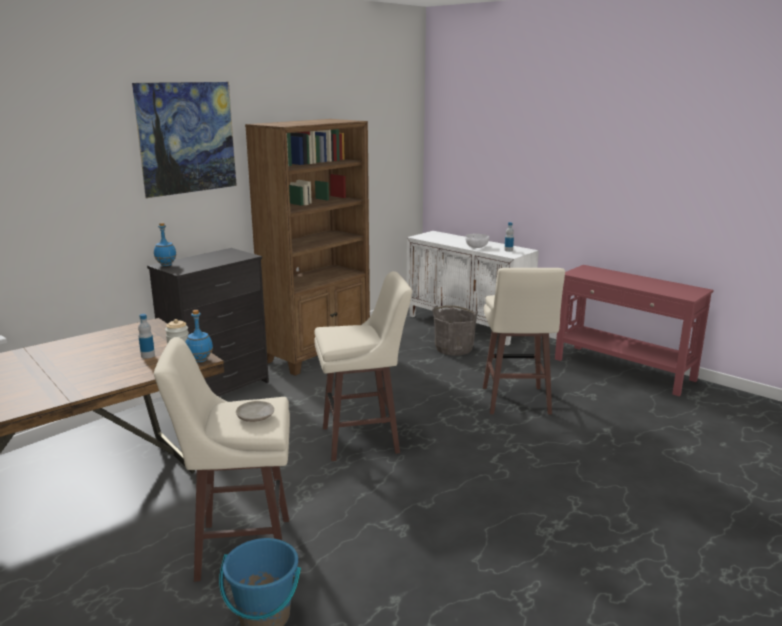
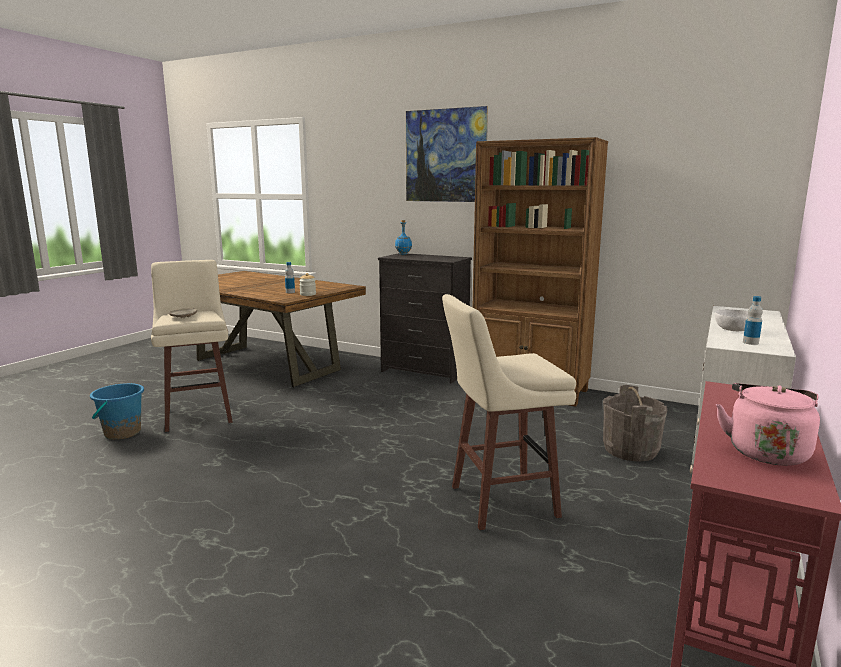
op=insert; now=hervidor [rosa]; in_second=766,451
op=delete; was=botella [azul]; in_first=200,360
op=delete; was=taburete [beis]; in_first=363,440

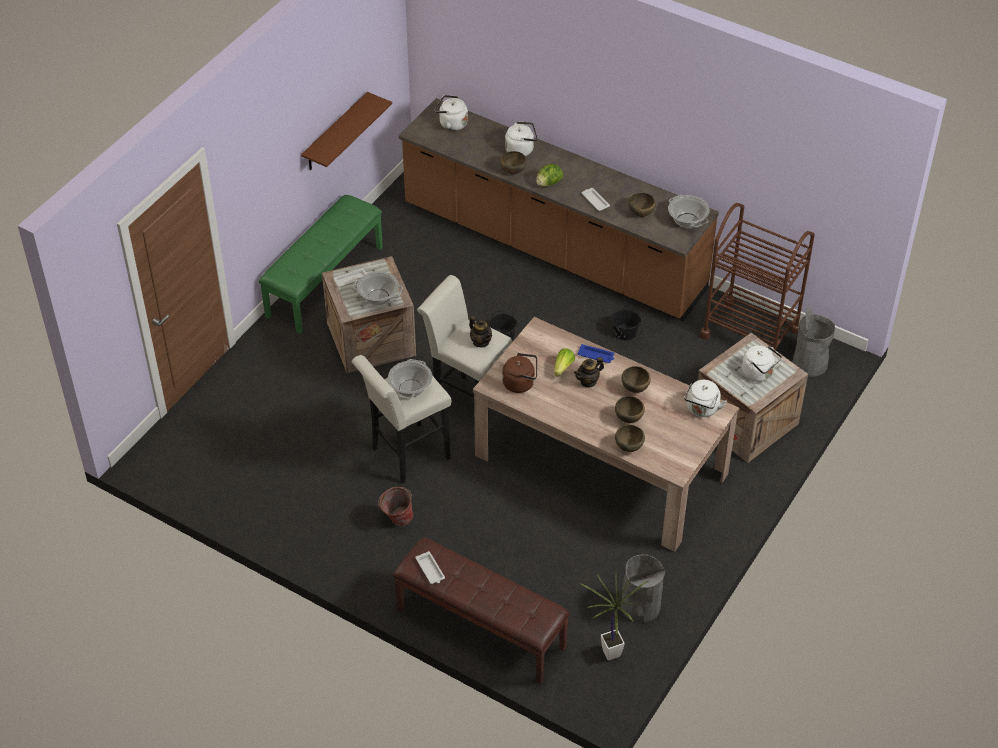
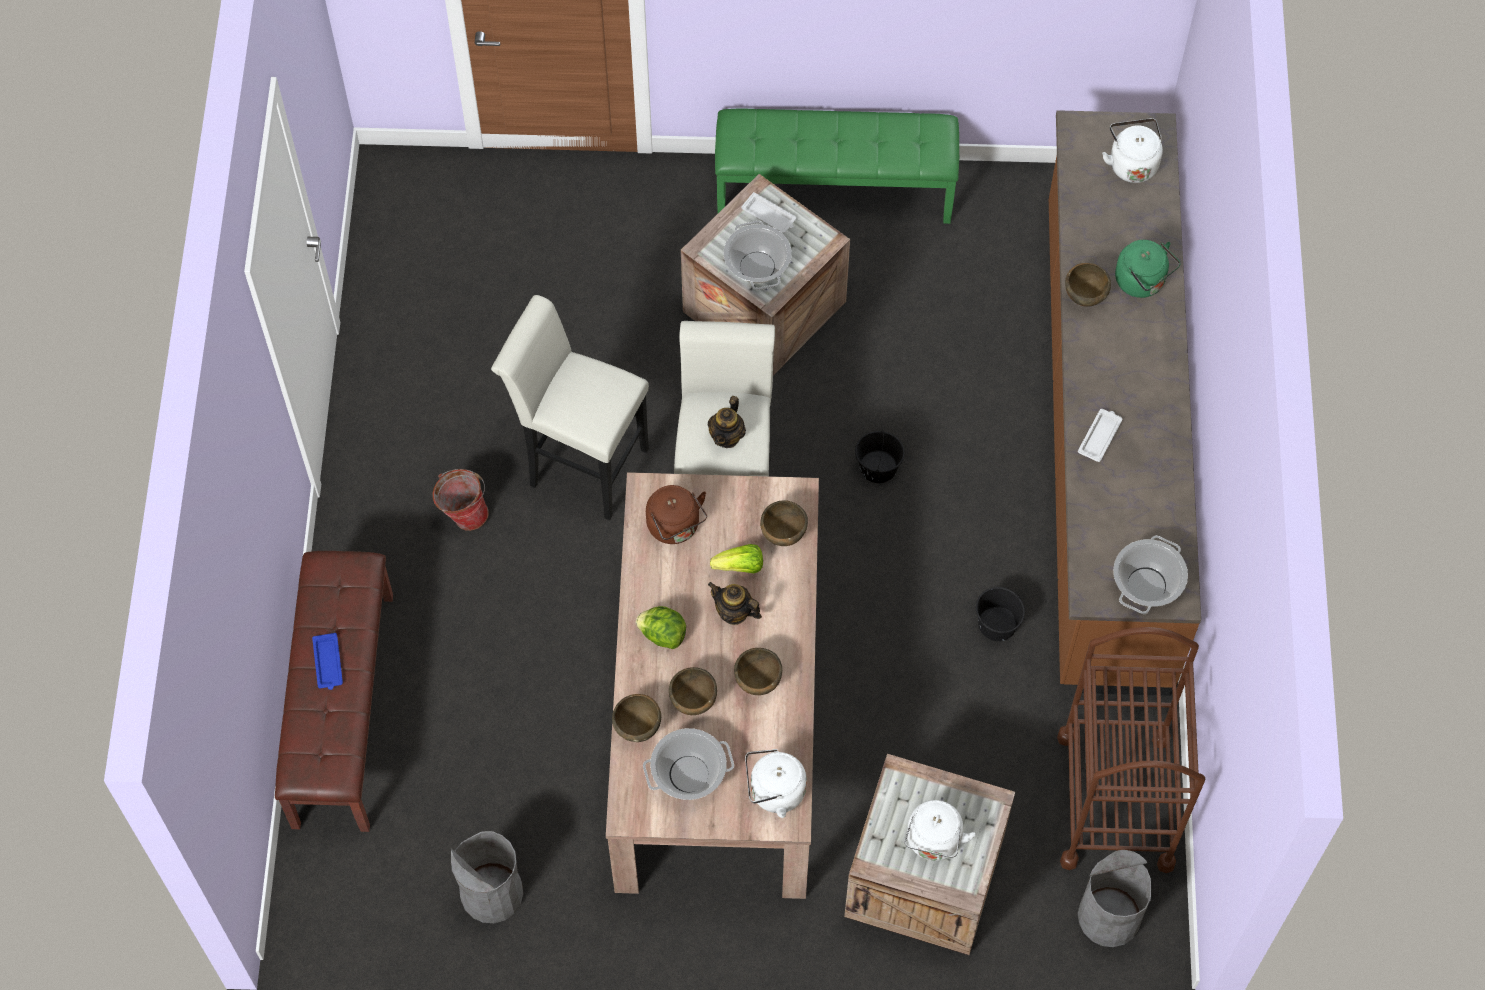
op=move; was=bandeja [azul]; in_first=596,356; in_second=328,664
op=move; was=lechuga; in_first=548,183; in_second=662,634
op=move; was=olla; in_first=410,388; in_second=688,775
op=move; was=cuenco [marrón]; in_first=641,214; in_second=783,535
op=recolor; was=hervidor [blanco]; now=hervidor [verde]; in_first=521,149; in_second=1142,282
op=delete; was=estante [marrón]; in_first=335,133
op=delete; was=bandeja [blanco]; in_first=430,570
op=delete; was=planta en maceta; in_first=610,657

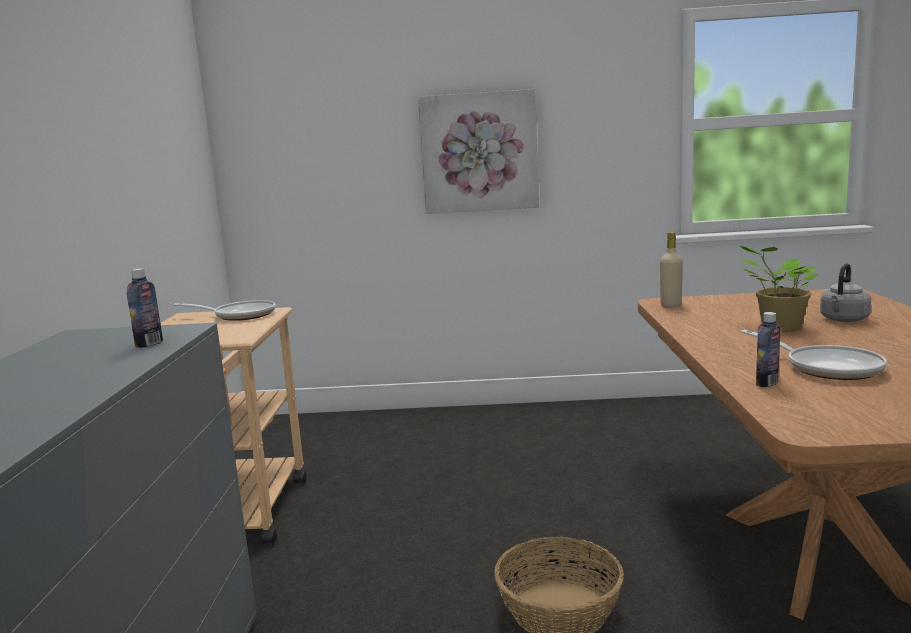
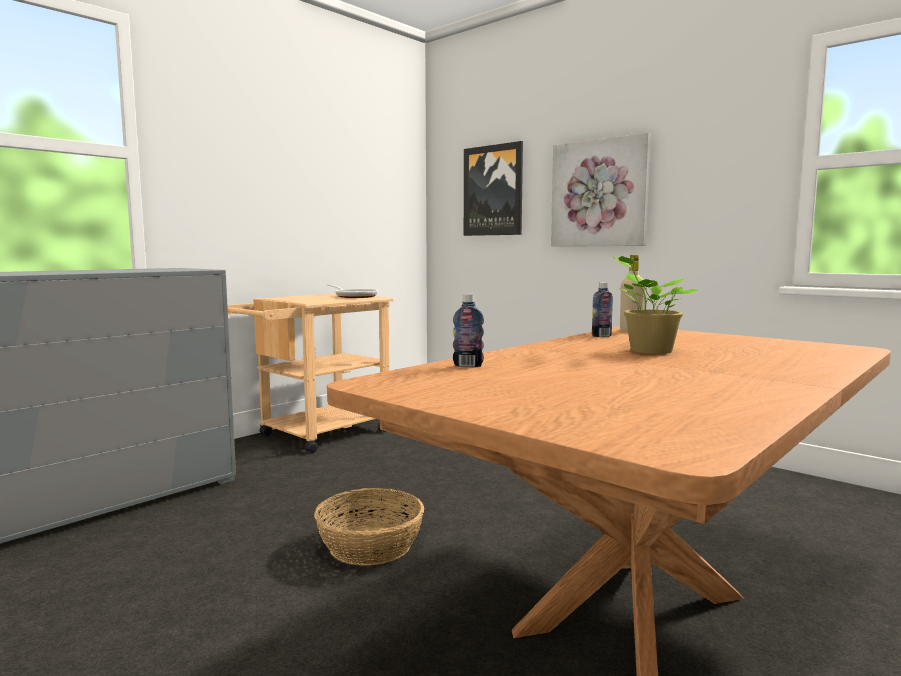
op=insert; now=cuadro; in_second=493,190
op=move; was=botella; in_first=149,344; in_second=601,336
op=delete; was=sartén; in_first=827,367
op=delete; was=hervidor [gris]; in_first=843,320

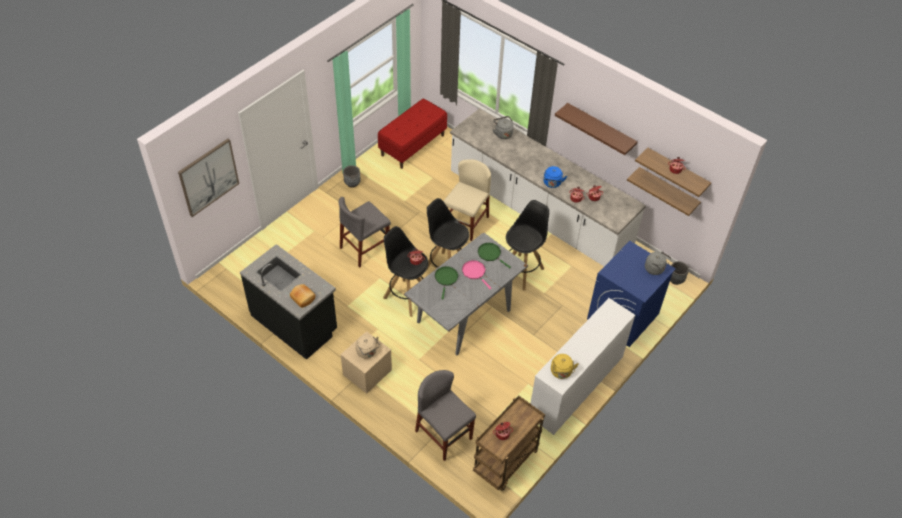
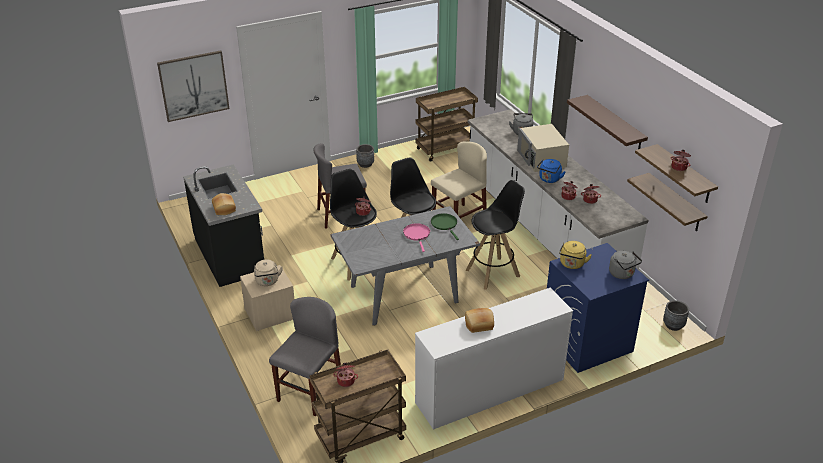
op=rotate; was=silla [gris]; in_first=443,435; in_second=310,391; clockwise=45
op=replace; was=banco [rojo]; now=carrito [marrón]; in_first=412,145; in_second=445,149
op=insert; now=pan; in_second=479,325
op=insert; now=microondas [beis]; in_second=541,158
op=move; was=hervidor [amarillo]; in_first=561,372; in_second=572,264
op=delete; was=sartén [verde]; in_first=446,278

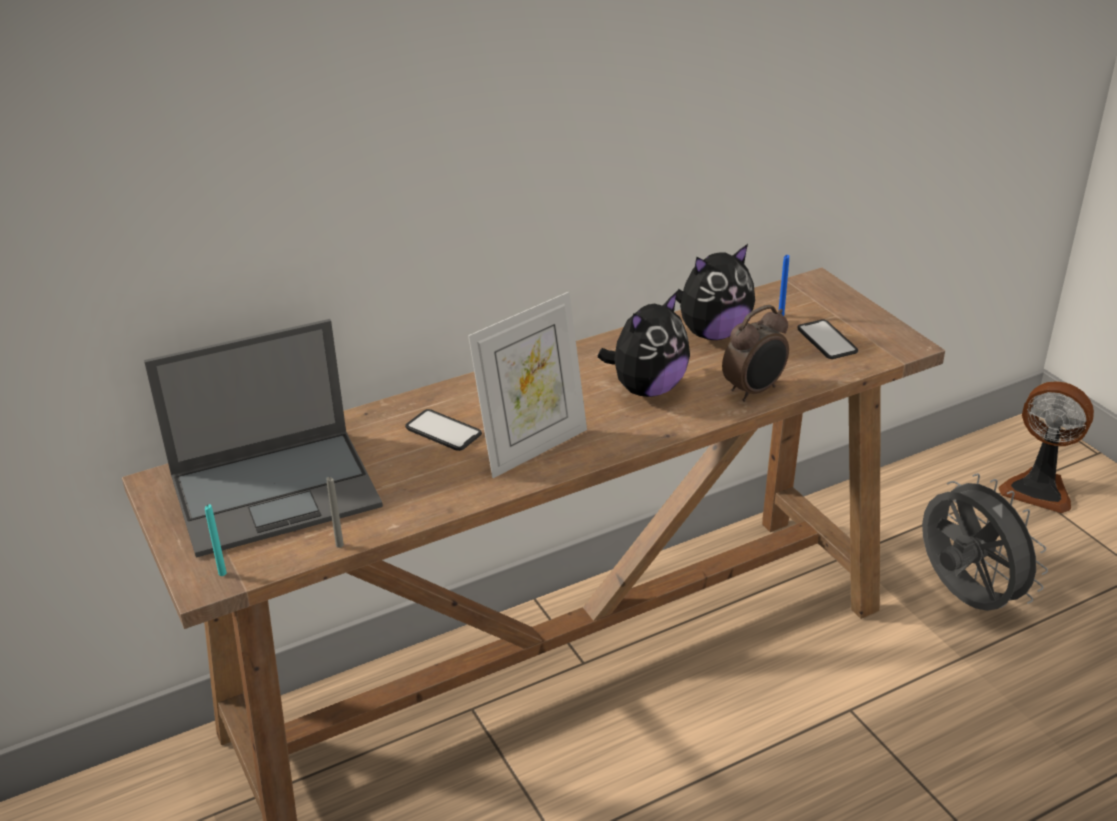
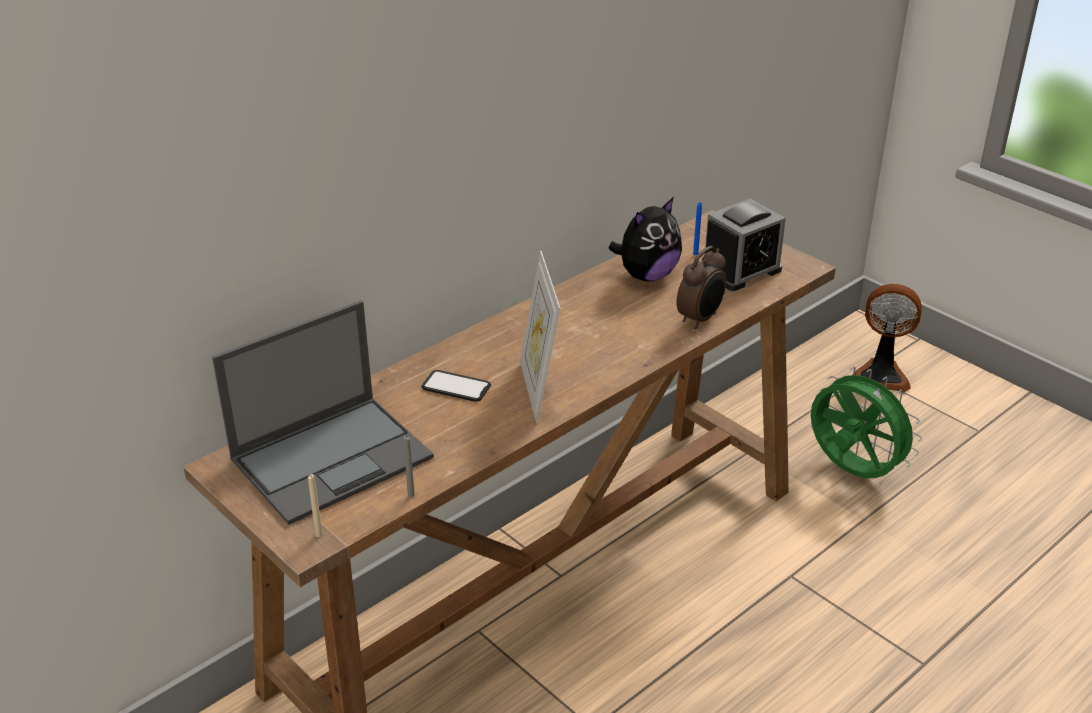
op=recolor; was=vela [turquesa]; now=vela [beis]; in_first=222,573; in_second=319,534
op=rotate; was=portarretratos; in_first=532,447; in_second=539,390; clockwise=135
op=replace; was=móvil; now=despertador; in_first=827,340; in_second=741,270
op=recolor; was=ventilador [gris]; now=ventilador [verde]; in_first=964,598; in_second=851,472
op=delete; was=peluche; in_first=647,388

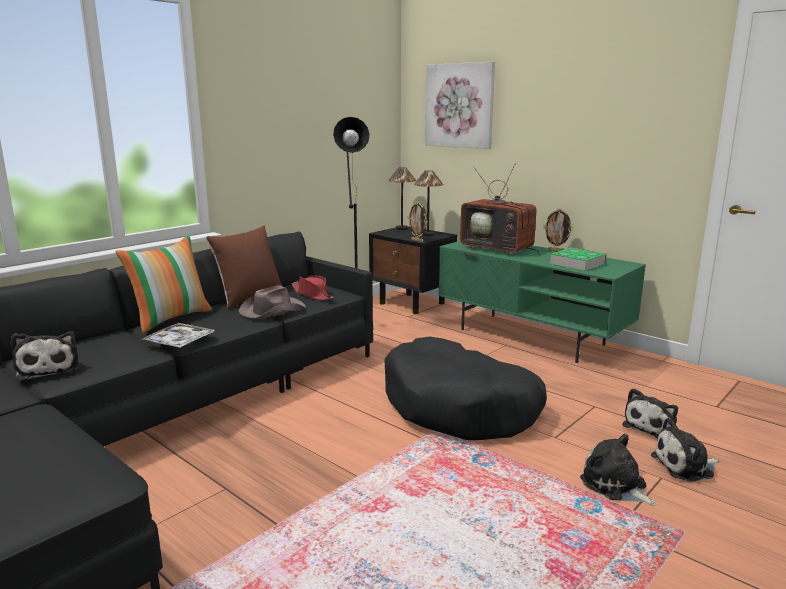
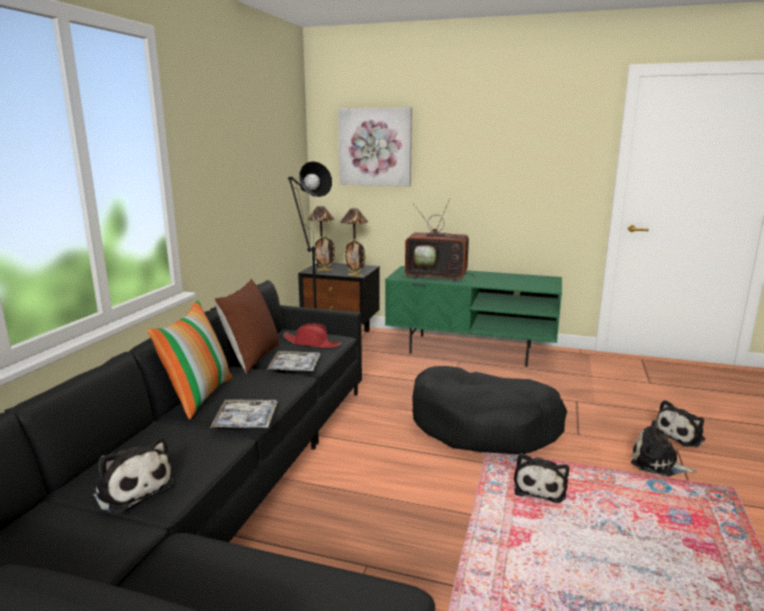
op=replace; was=sombrero [marrón]; now=bandeja; in_first=271,310; in_second=294,367
op=move; was=portarretratos; in_first=556,251; in_second=325,271
op=move; was=peluche; in_first=652,426; in_second=540,487
op=delete; was=libro; in_first=577,264

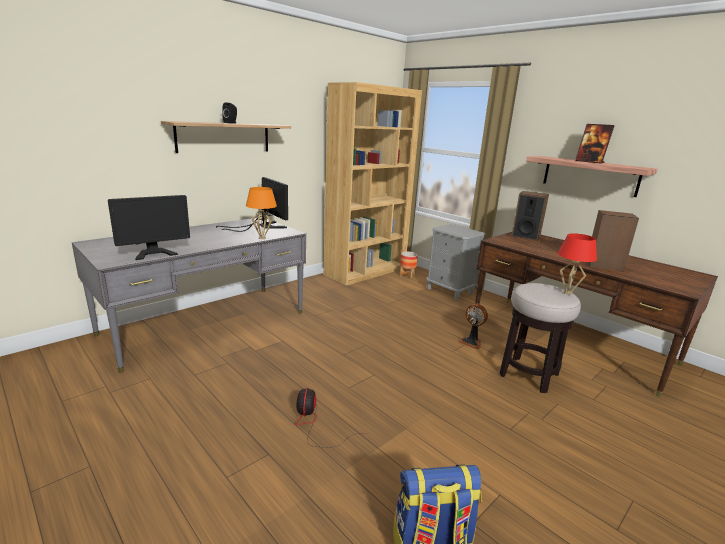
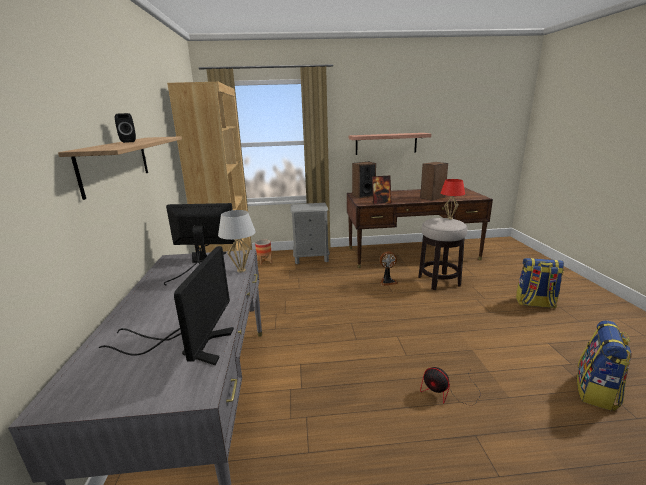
op=recolor; was=lámpara de mesa [naranja]; now=lámpara de mesa [blanco]; in_first=262,238; in_second=241,270
op=move; was=portarretratos; in_first=590,162; in_second=381,202
op=insert; now=mochila; in_second=535,303

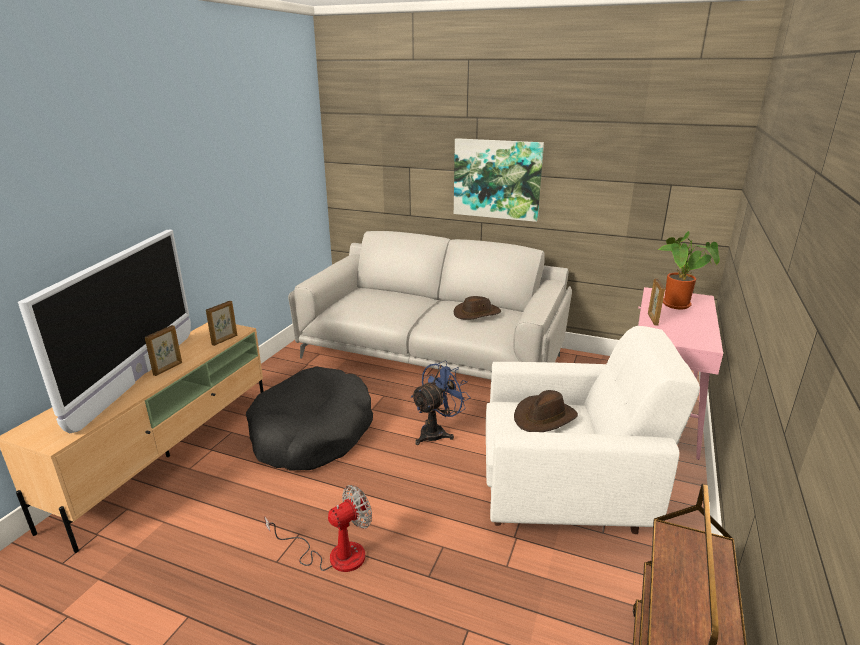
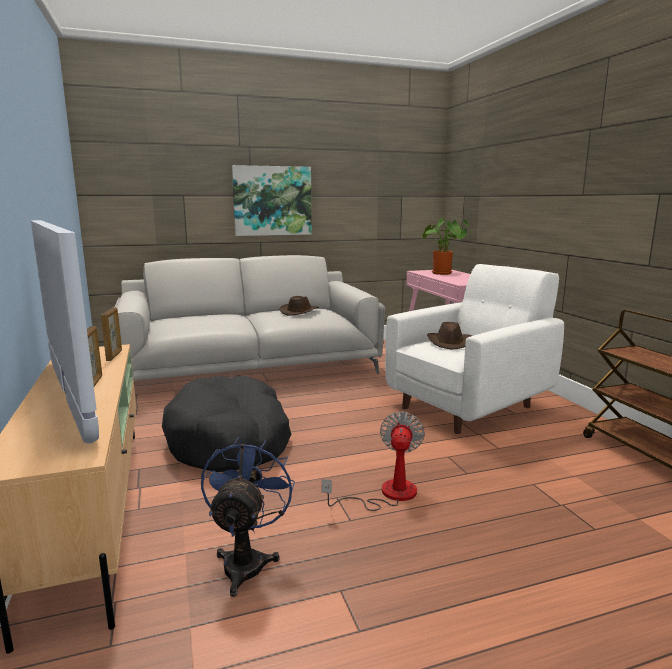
op=move; was=ventilador [azul]; in_first=437,432; in_second=246,561
op=delete; was=portarretratos; in_first=652,319

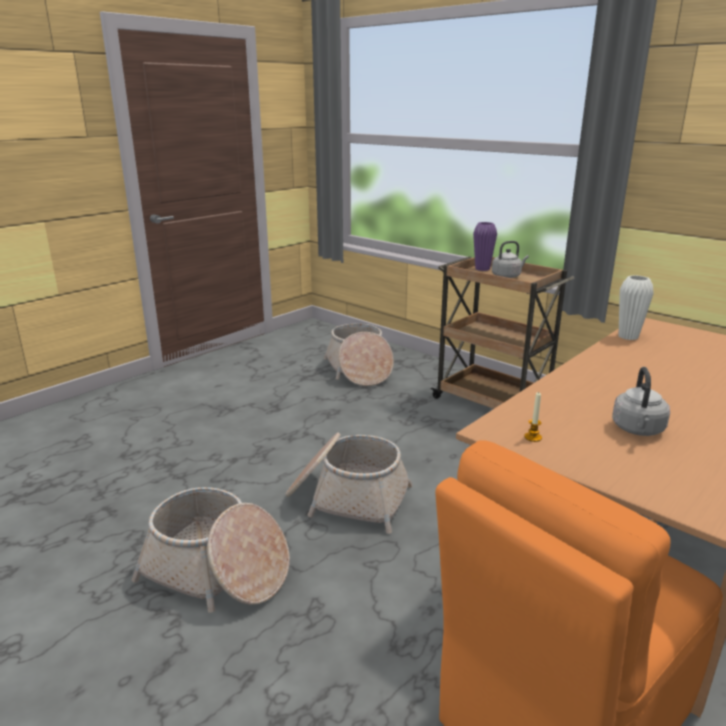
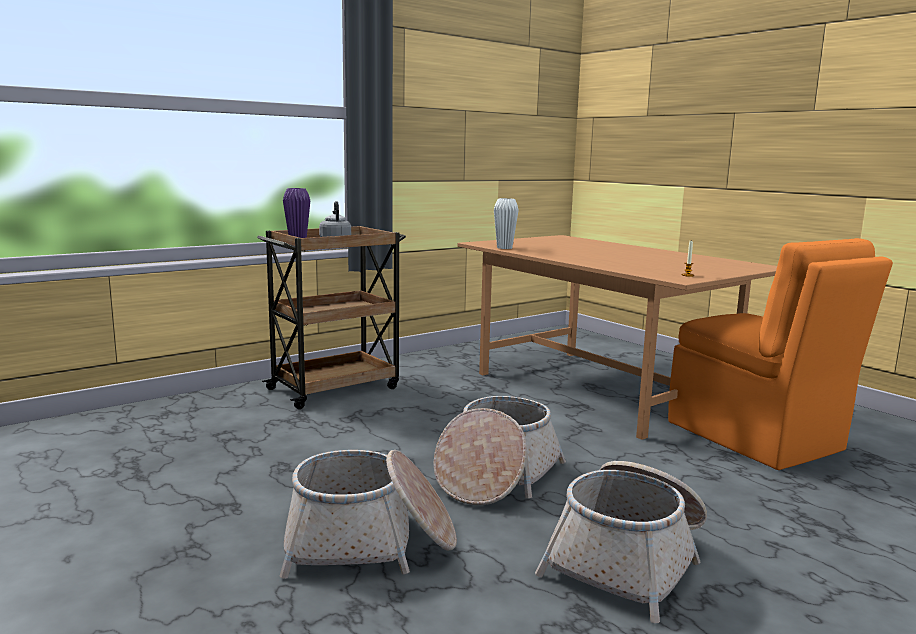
op=move; was=cesta; in_first=359,370; in_second=370,543
op=delete; was=hervidor [gris]; in_first=638,430

